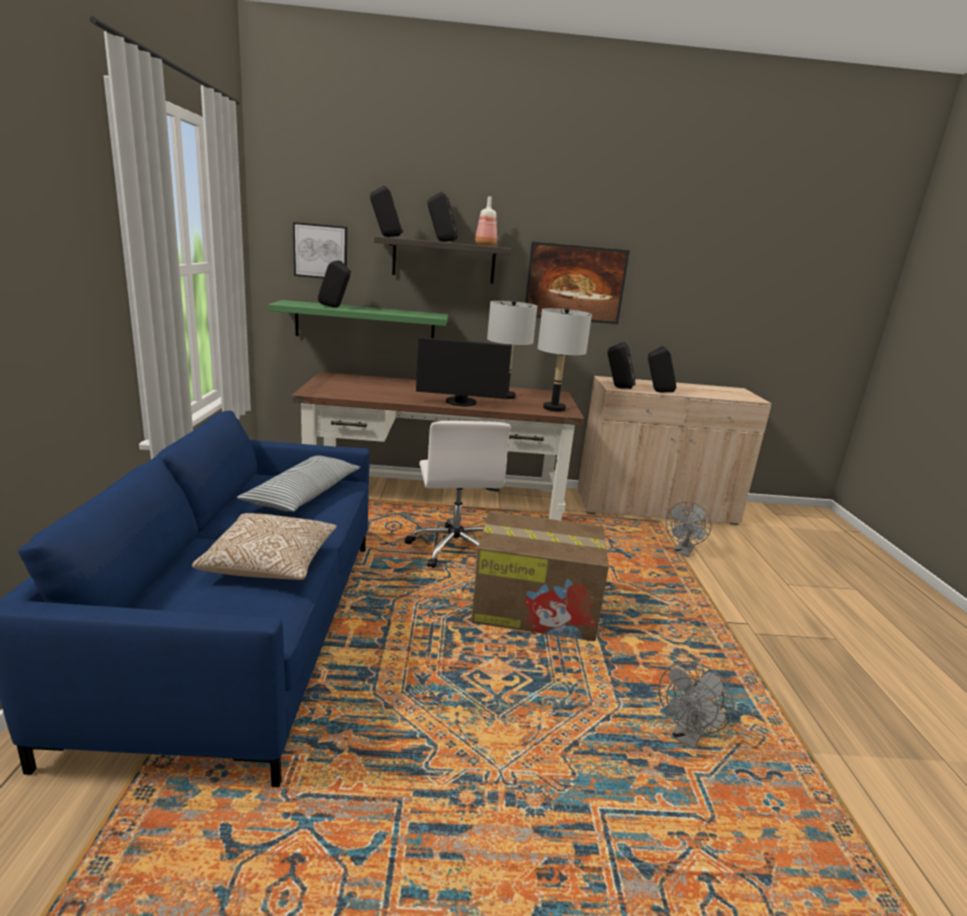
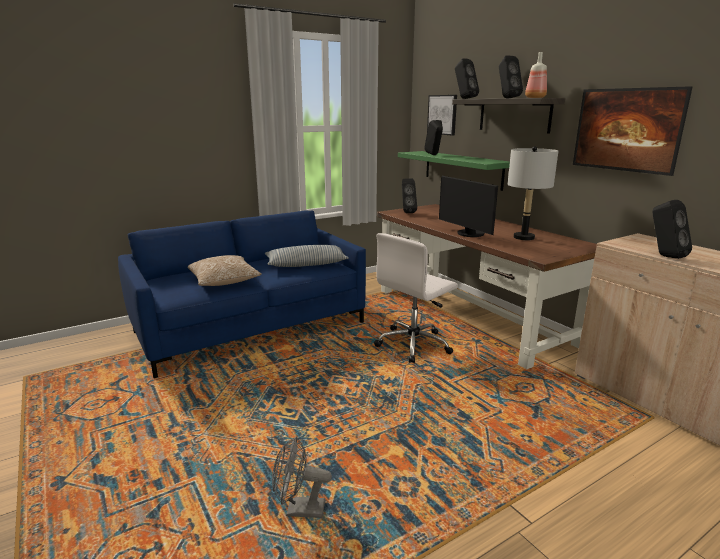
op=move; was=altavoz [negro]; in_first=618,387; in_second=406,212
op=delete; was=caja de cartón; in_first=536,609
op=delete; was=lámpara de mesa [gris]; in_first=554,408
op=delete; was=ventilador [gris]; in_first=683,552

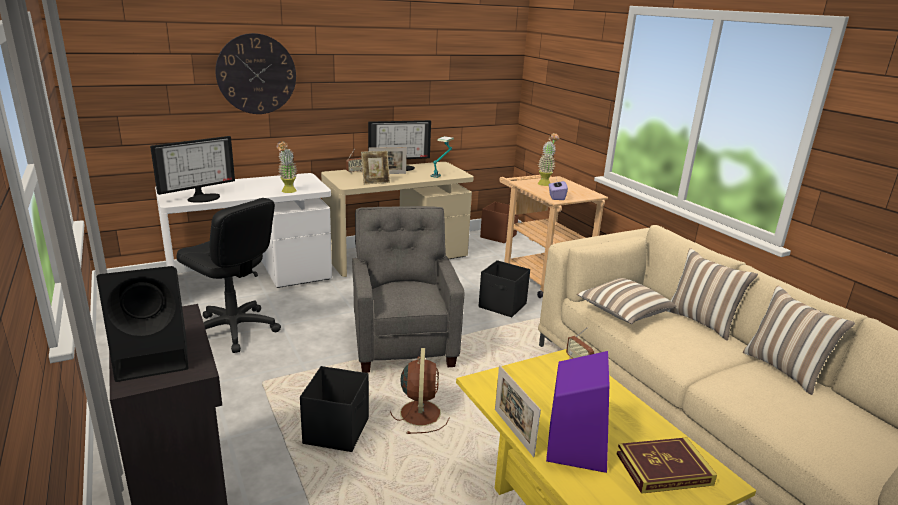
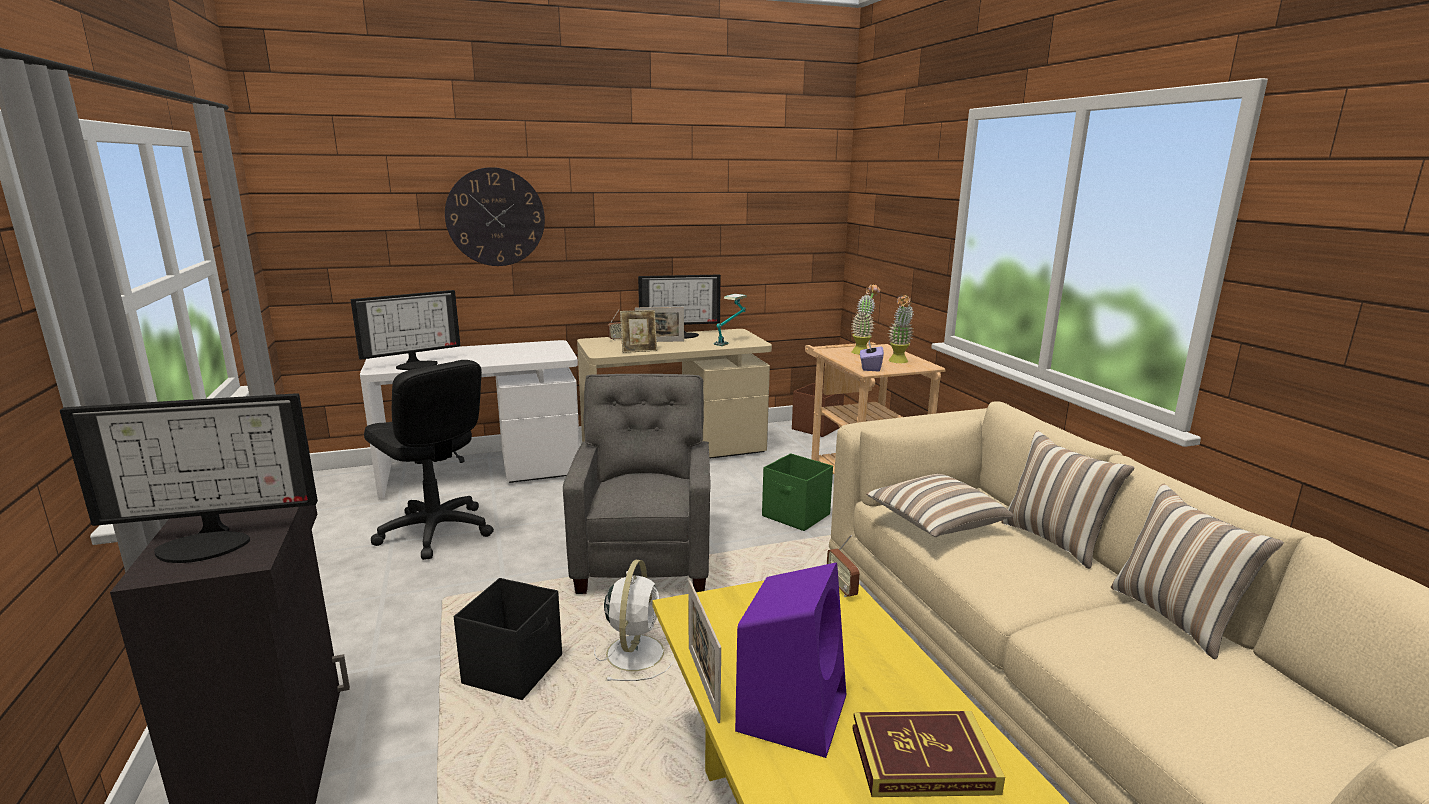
op=replace; was=altavoz [negro]; now=monitor; in_first=155,358; in_second=207,542
op=recolor; was=ventilador [marrón]; now=ventilador [blanco]; in_first=420,412; in_second=636,651
op=recolor; was=caja de almacenaje [negro]; now=caja de almacenaje [verde]; in_first=503,306; in_second=796,516
op=move; was=planta en maceta; in_first=288,192; in_second=898,362

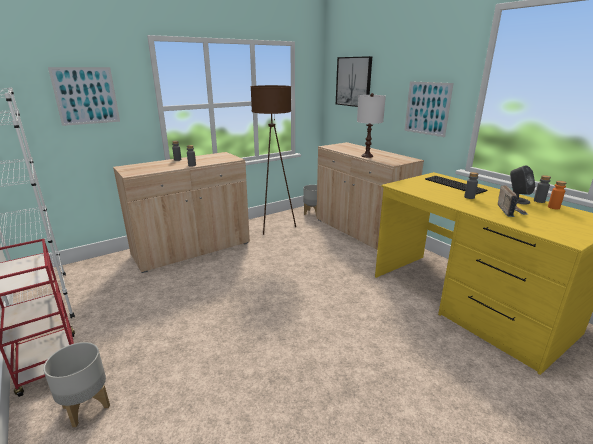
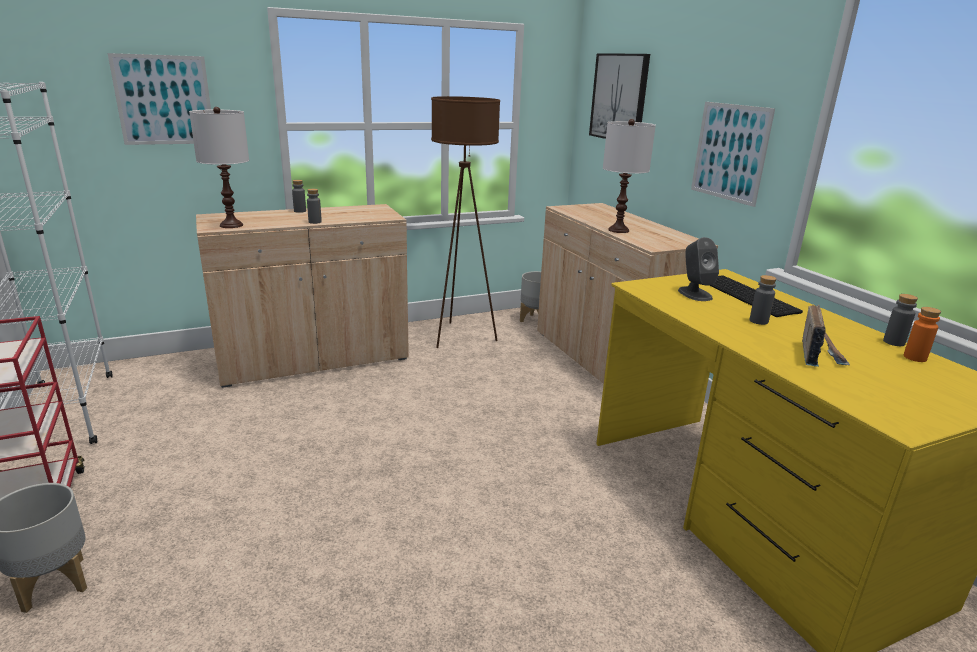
op=insert; now=lámpara de mesa [blanco]; in_second=232,225
op=move; was=altavoz [gris]; in_first=516,200; in_second=694,294

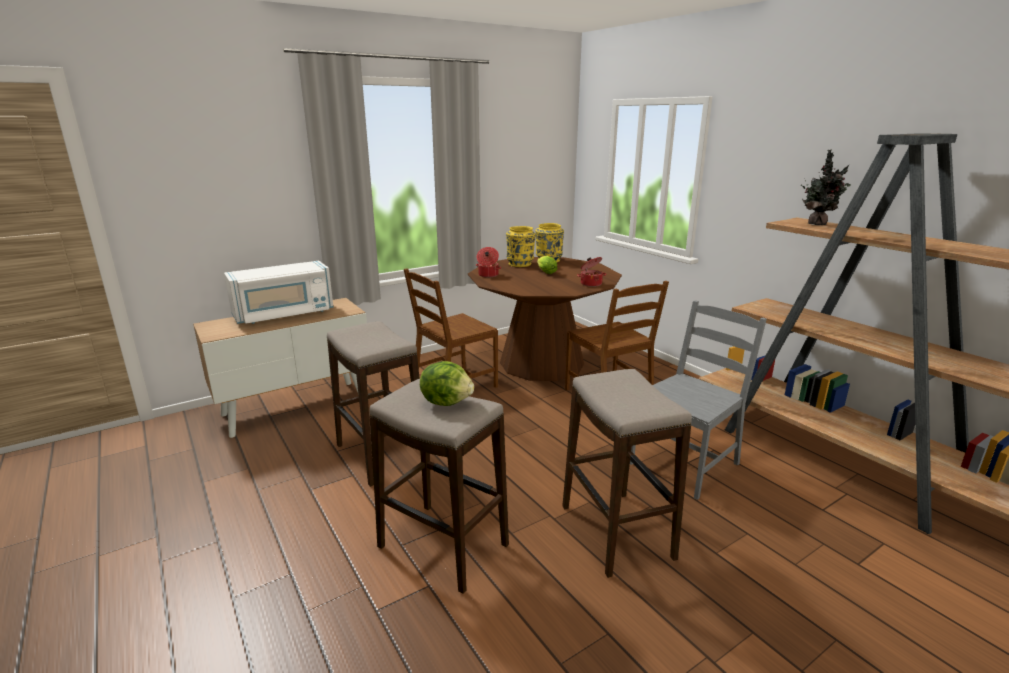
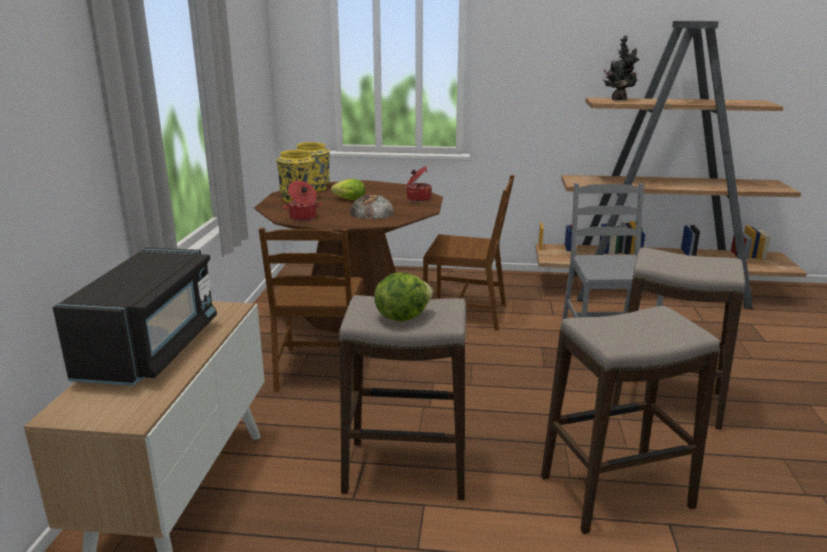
op=recolor; was=microondas [blanco]; now=microondas [negro]; in_first=284,314; in_second=151,349
op=insert; now=pan; in_second=371,211
op=move; was=lechuga; in_first=447,402; in_second=402,317

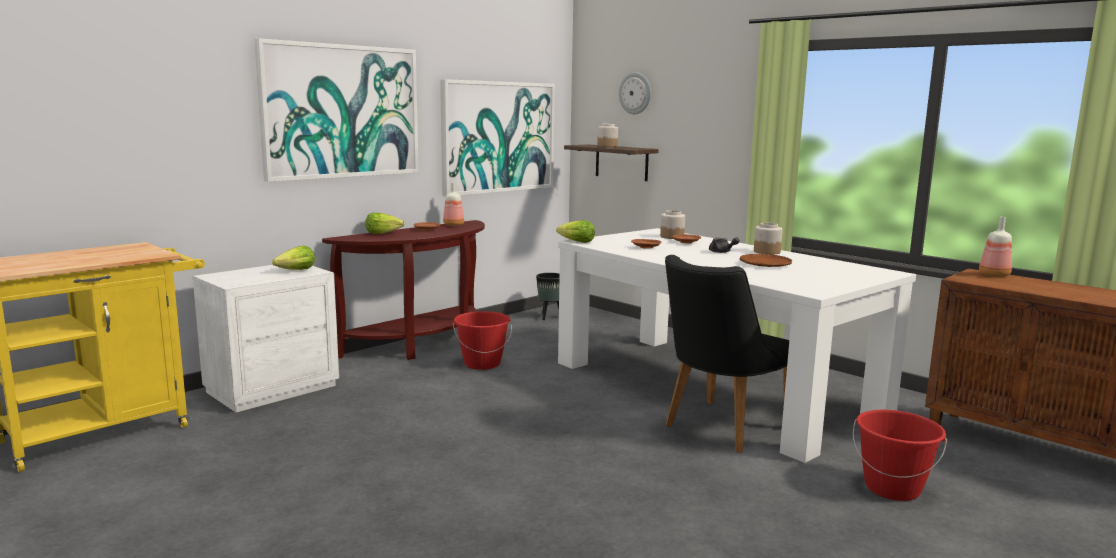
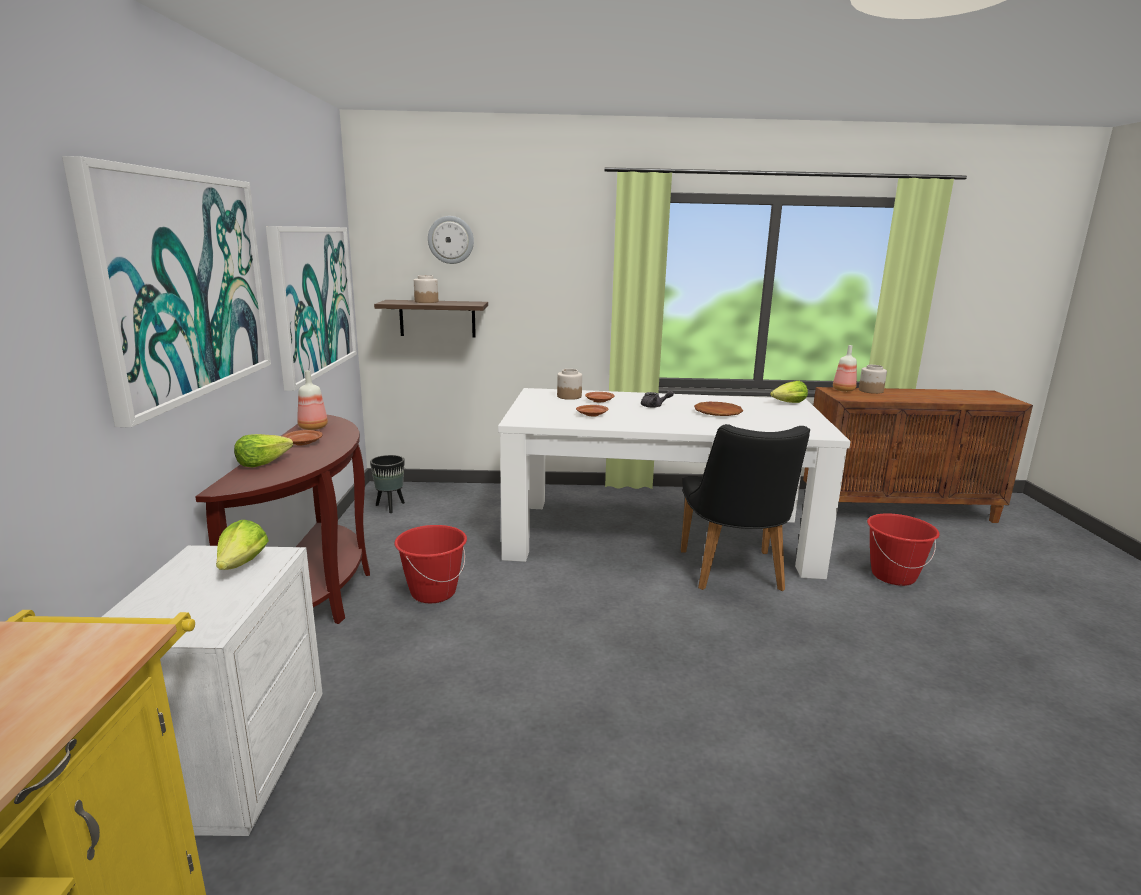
op=move; was=lechuga; in_first=576,242; in_second=789,403
op=move; was=tarro; in_first=766,252; in_second=870,391

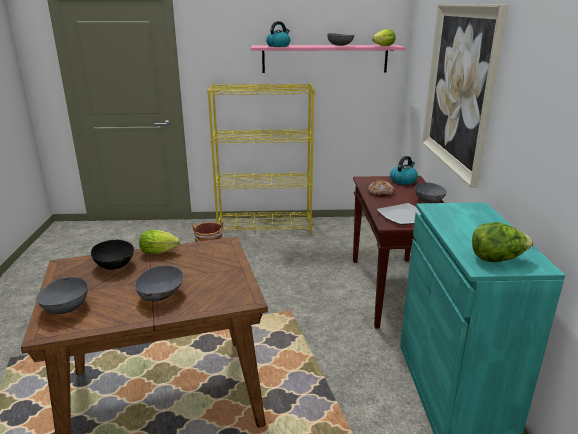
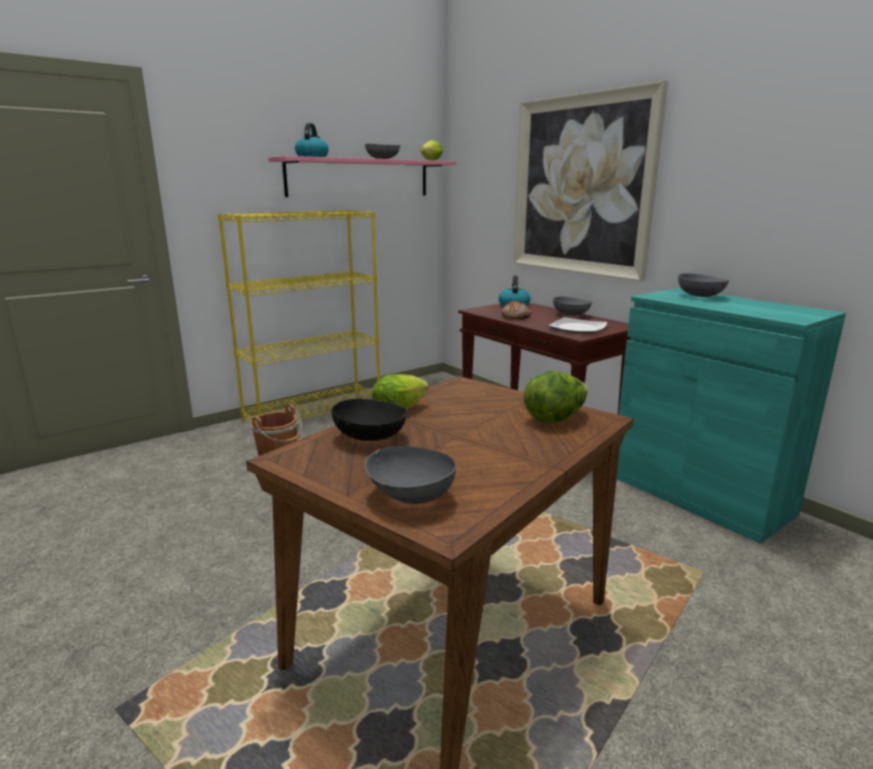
op=move; was=lechuga; in_first=497,259; in_second=555,418
op=move; was=cuenco [gris]; in_first=161,296; in_second=701,296

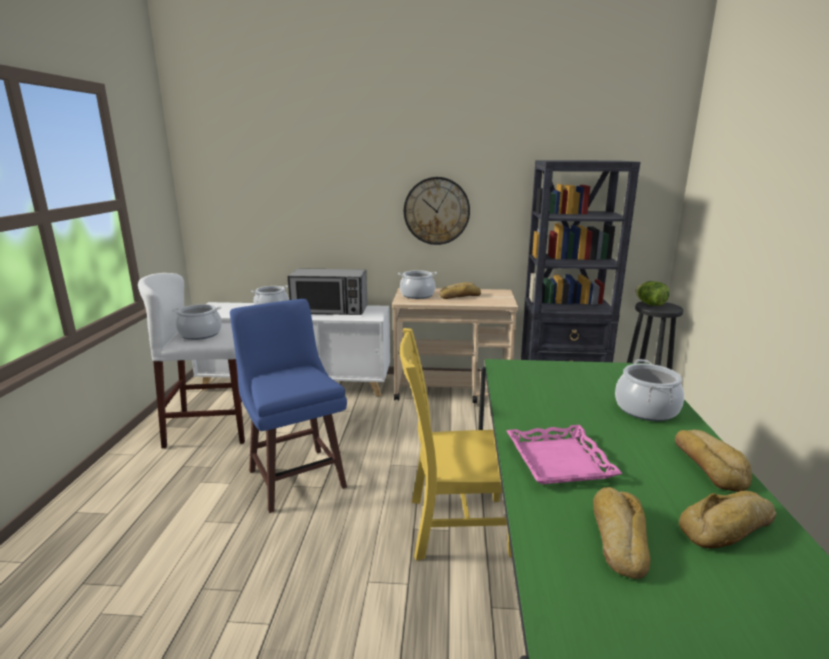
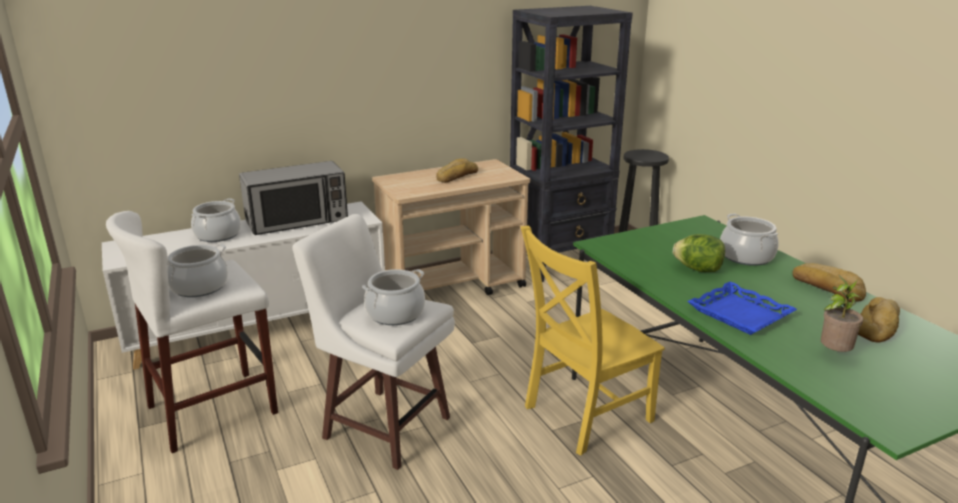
op=recolor; was=taburete [azul]; now=taburete [blanco]; in_first=296,477; in_second=384,426
op=move; was=olla; in_first=417,295; in_second=395,313
op=move; was=lechuga; in_first=650,304; in_second=698,269
op=recolor; was=bandeja [rosa]; now=bandeja [azul]; in_first=560,461; in_second=740,314
op=replace; was=pan; now=planta en maceta; in_first=618,538; in_second=833,353
op=delete; was=reloj de pared; in_first=436,211

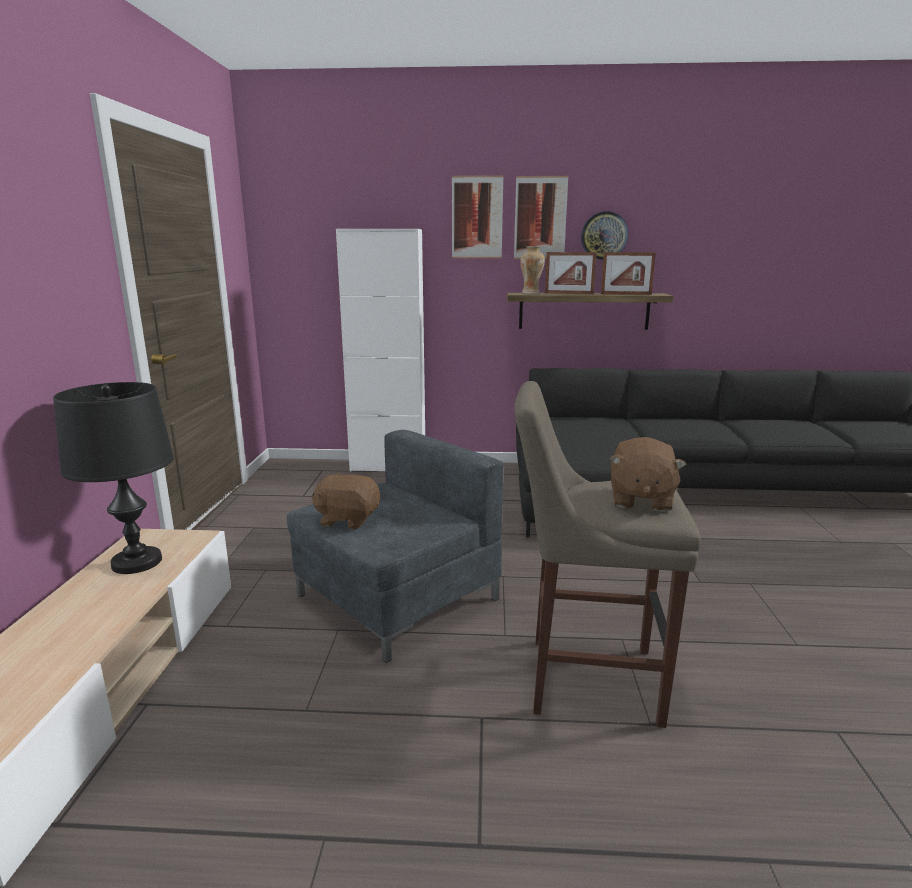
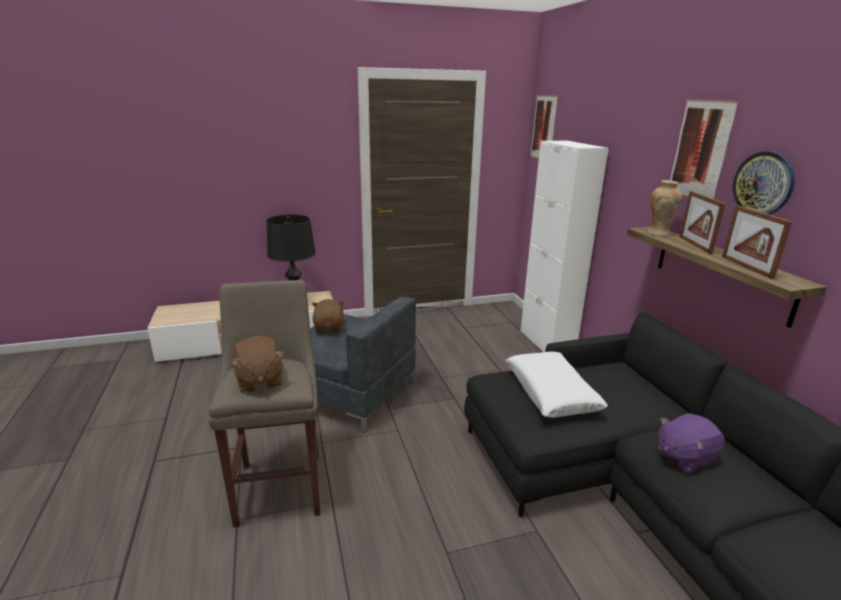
op=rotate; was=peluche [marrón]; in_first=640,500; in_second=259,381; clockwise=-105
op=insert; now=cojín [blanco]; in_second=551,392
op=move; was=cuadro; in_first=477,217; in_second=544,127
op=insert; now=peluche [morado]; in_second=684,457

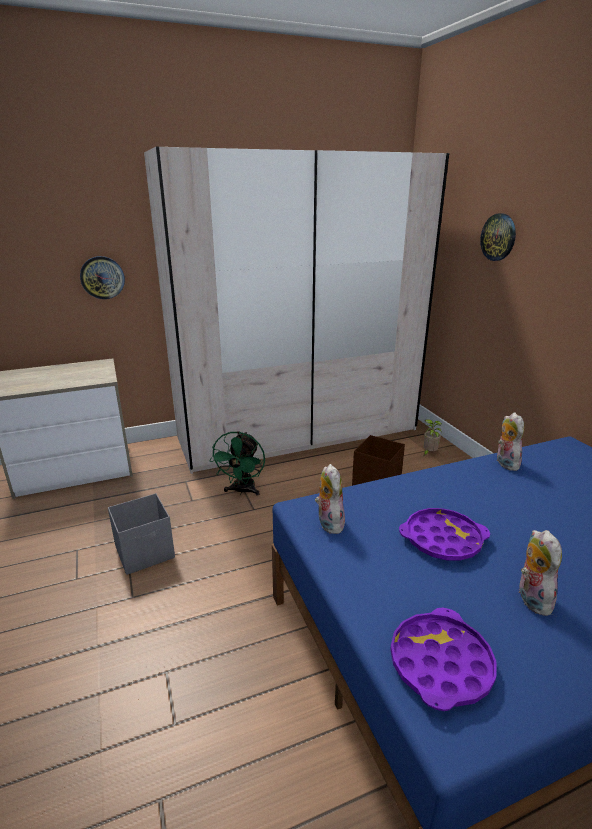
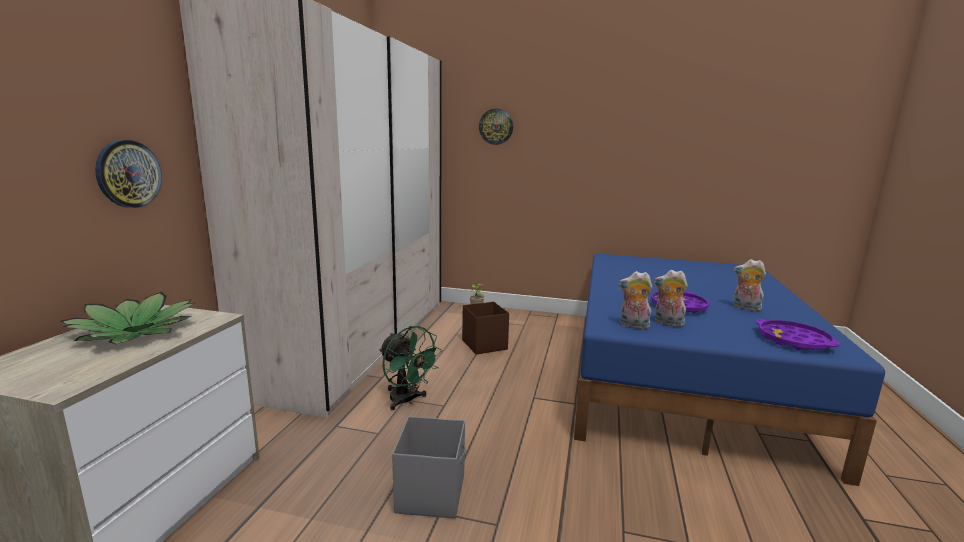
op=insert; now=planta en maceta; in_second=135,331
op=move; was=peluche; in_first=504,463; in_second=667,323

